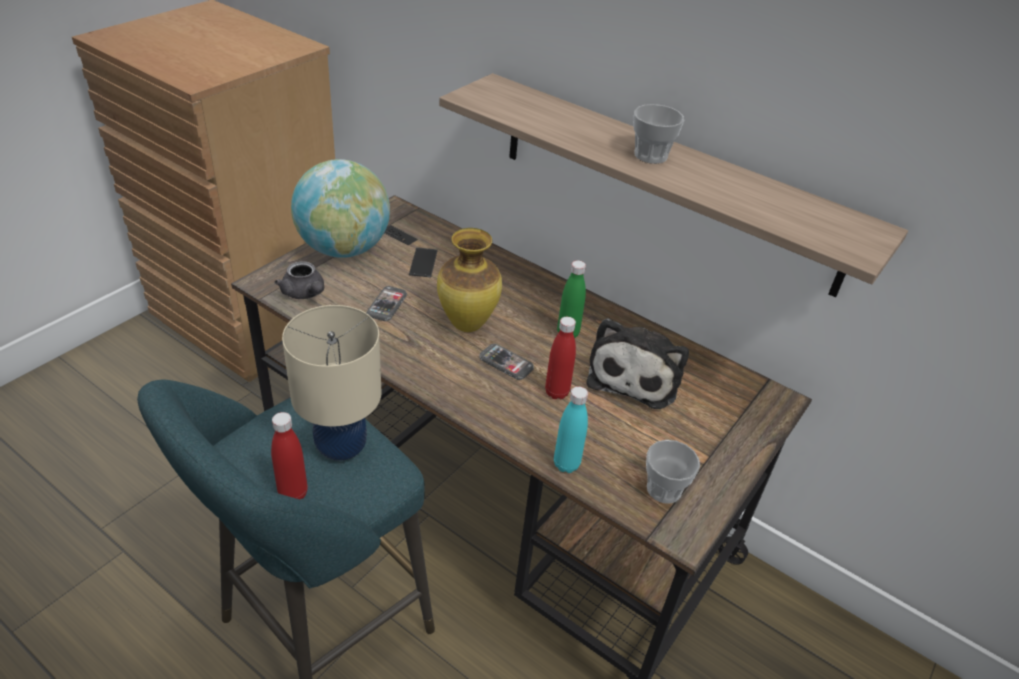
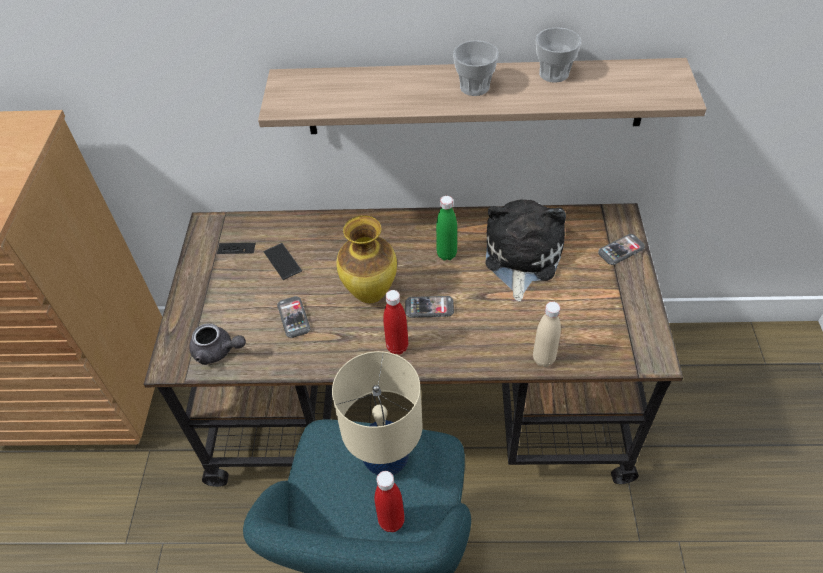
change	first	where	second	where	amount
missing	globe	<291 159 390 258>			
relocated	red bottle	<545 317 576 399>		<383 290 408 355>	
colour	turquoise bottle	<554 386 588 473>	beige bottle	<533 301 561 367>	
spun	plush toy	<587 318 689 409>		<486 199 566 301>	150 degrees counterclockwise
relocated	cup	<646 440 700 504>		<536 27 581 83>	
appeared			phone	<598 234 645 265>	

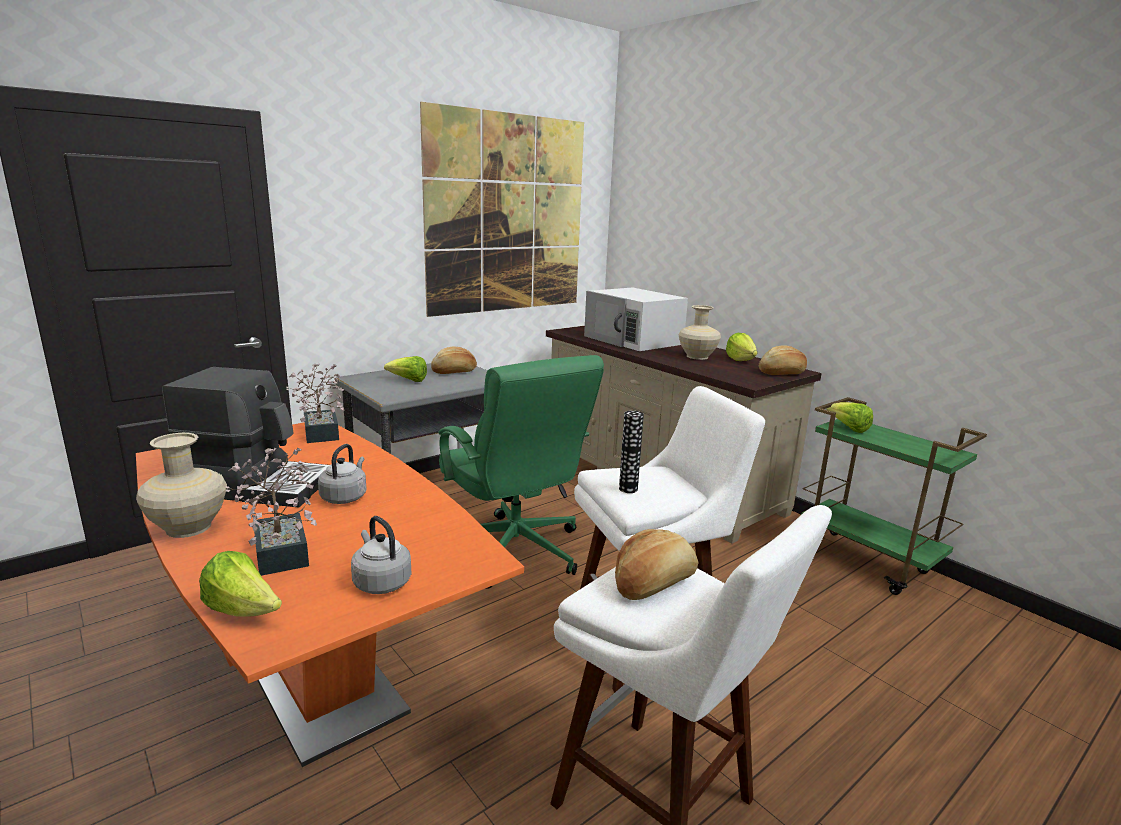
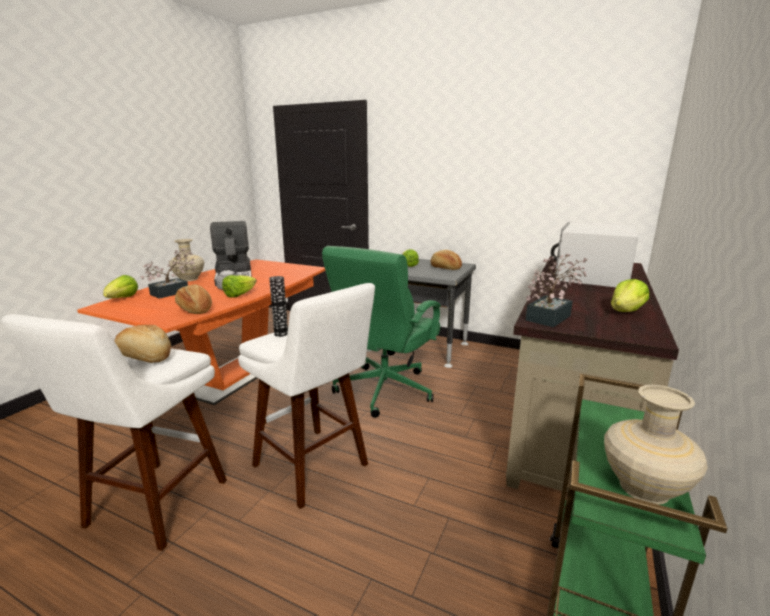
change	first	where	second	where	amount
relocated	potted plant	<286 363 344 443>		<526 253 587 327>	
missing	grey kettle	<351 516 411 594>			
missing	picture	<420 102 584 317>			
relocated	beige vase	<679 305 721 360>		<604 385 708 505>	
relocated	bread	<759 345 807 375>		<175 284 212 314>	
relocated	lettuce	<826 402 873 433>		<222 275 257 298>	

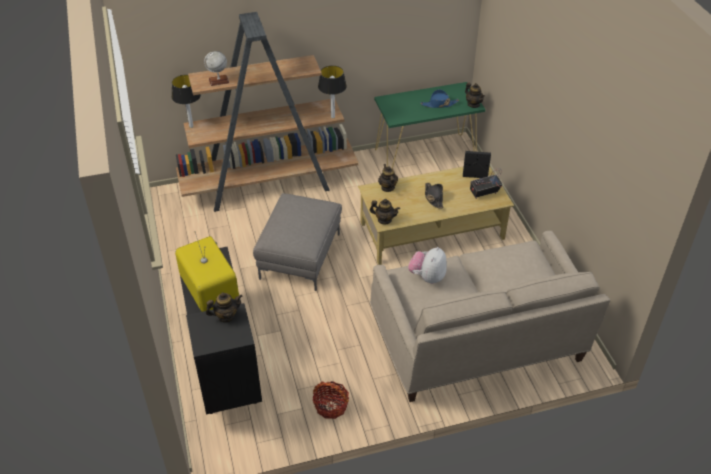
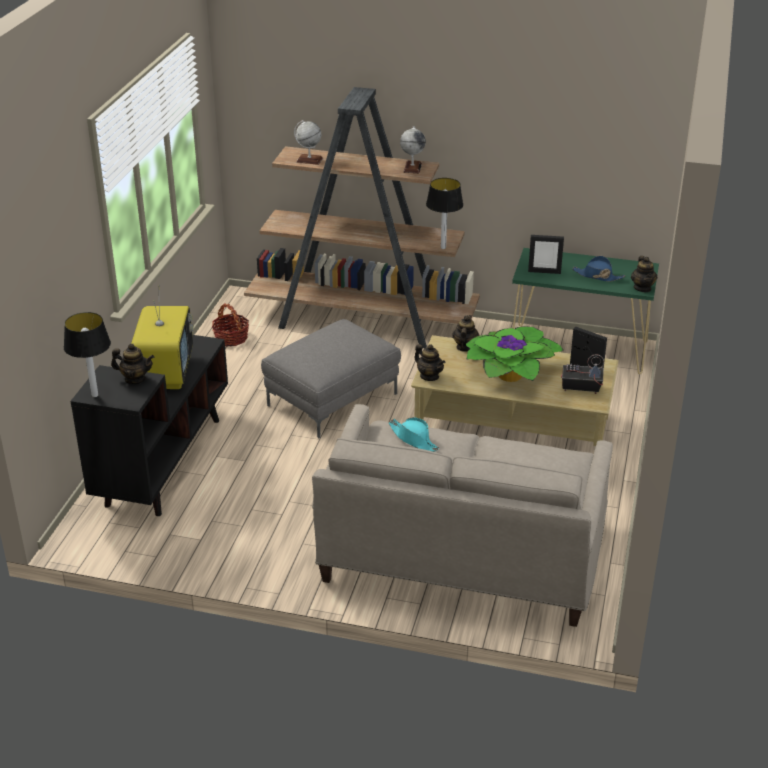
change	first	where	second	where	amount
relocated	table lamp	<172 75 201 128>		<64 312 111 397>	
relocated	basket	<313 381 349 419>		<212 303 249 346>	
exchanged	plush toy	<408 247 447 284>	turquoise hat	<389 417 439 452>	
exchanged	black hat	<425 183 444 209>	potted plant	<466 326 563 382>	
appeared			globe	<400 126 426 173>	
appeared			picture frame	<528 235 564 274>	

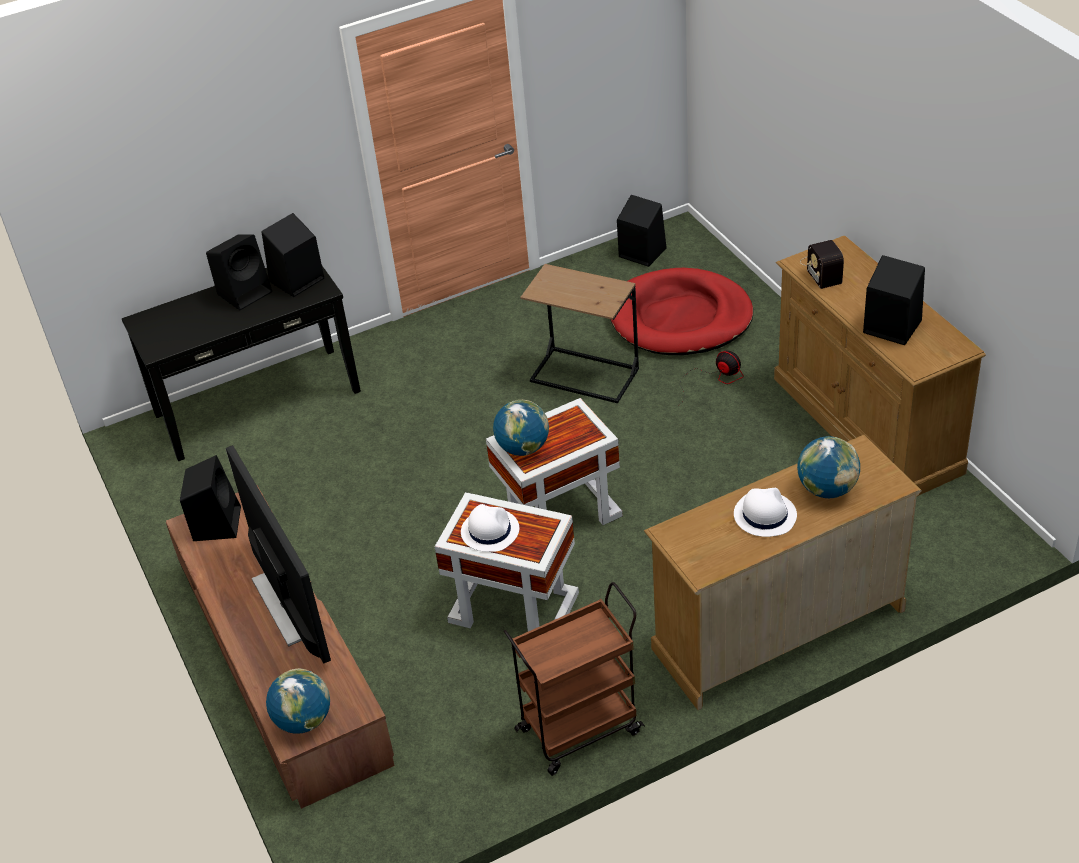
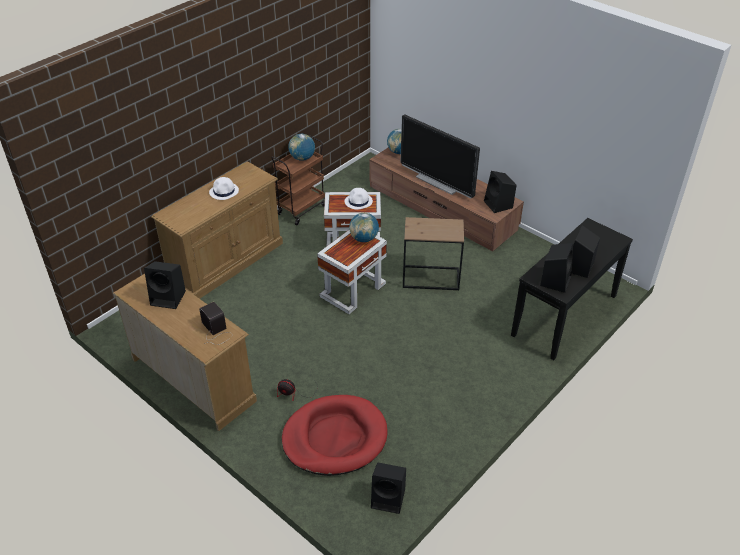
change	first	where	second	where	amount
relocated	brown side table	<520 264 639 403>		<403 217 464 290>	
relocated	globe	<797 436 860 498>		<288 134 315 161>	

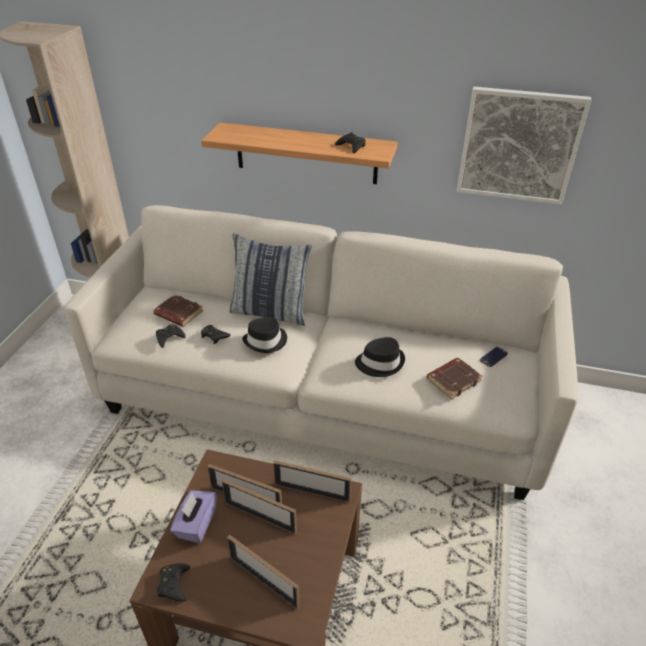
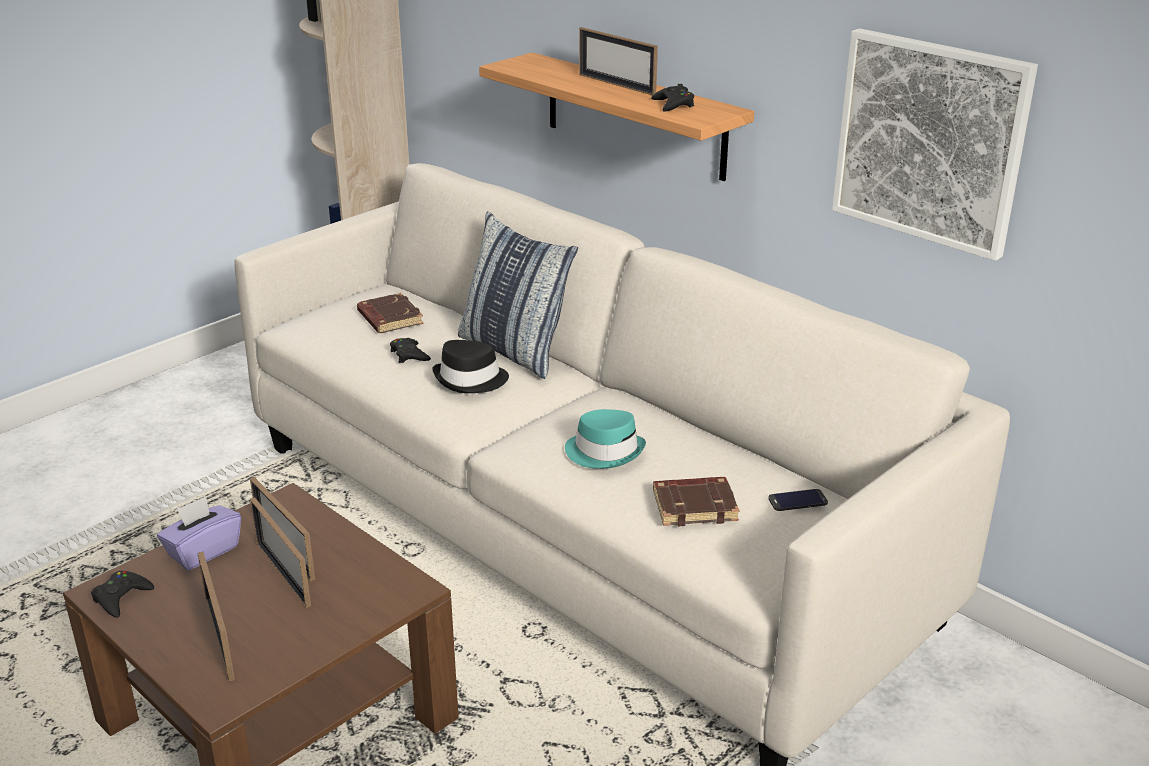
change	first	where	second	where	amount
missing	black game controller	<156 324 186 348>			
relocated	picture frame	<273 460 351 503>		<579 27 658 95>	
colour	black hat	<355 337 405 377>	turquoise hat	<565 409 646 469>	

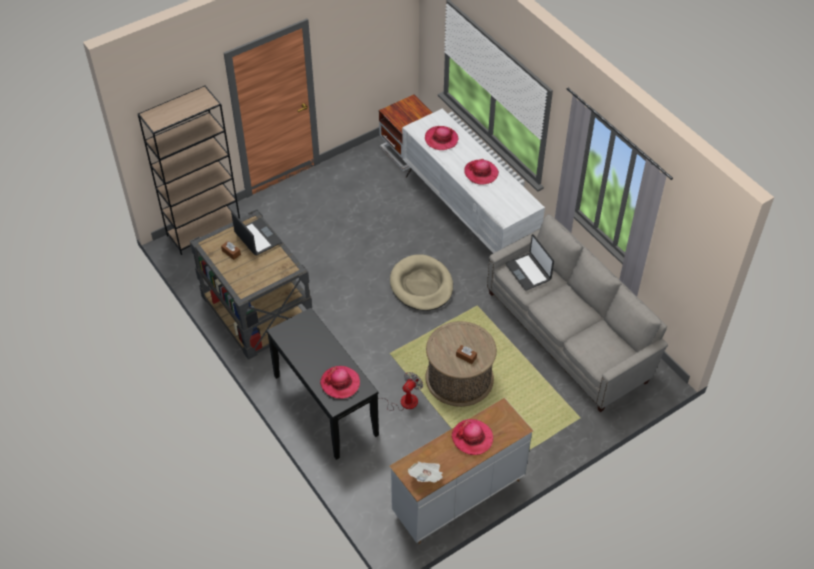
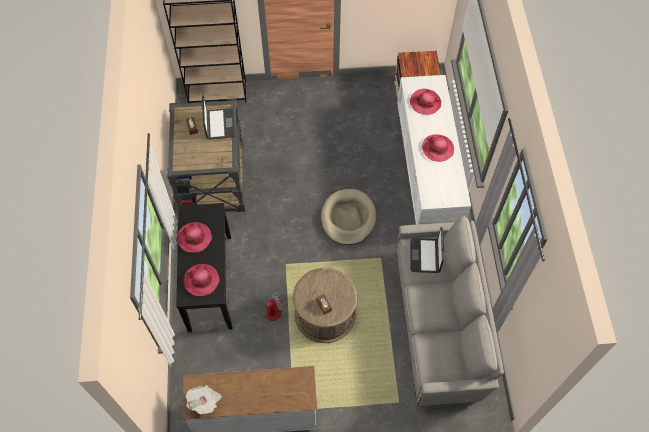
change	first	where	second	where	amount
relocated	hat	<451 419 493 455>		<177 222 212 253>	

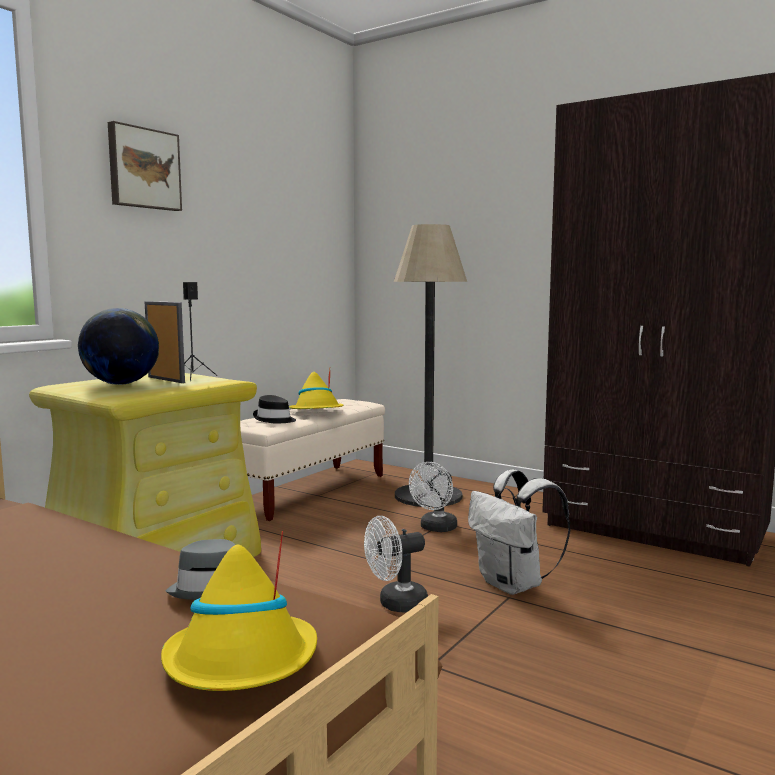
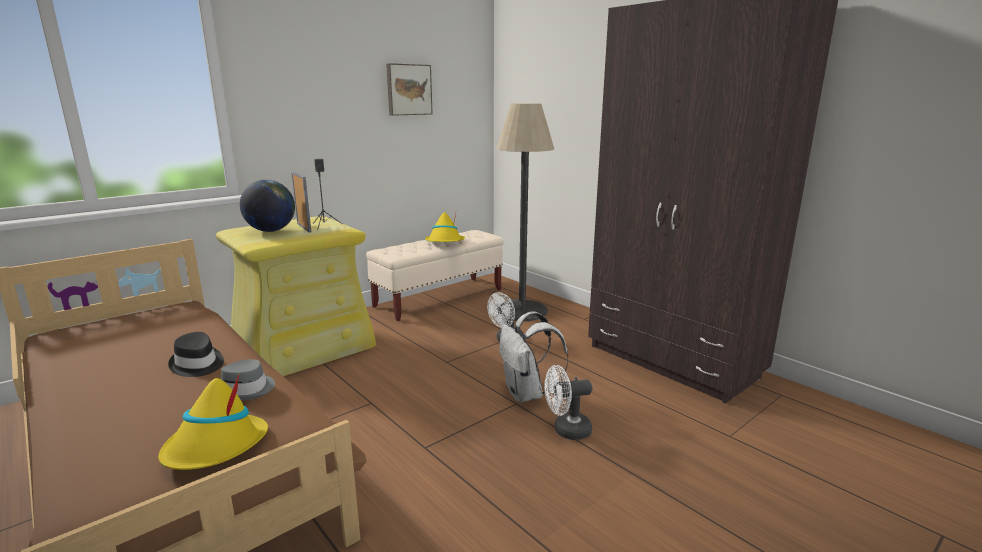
change	first	where	second	where	amount
relocated	picture	<108 121 182 211>		<386 63 433 116>	
relocated	black hat	<253 395 296 423>		<168 332 224 377>	
relocated	white fan	<364 516 428 612>		<544 365 592 440>	

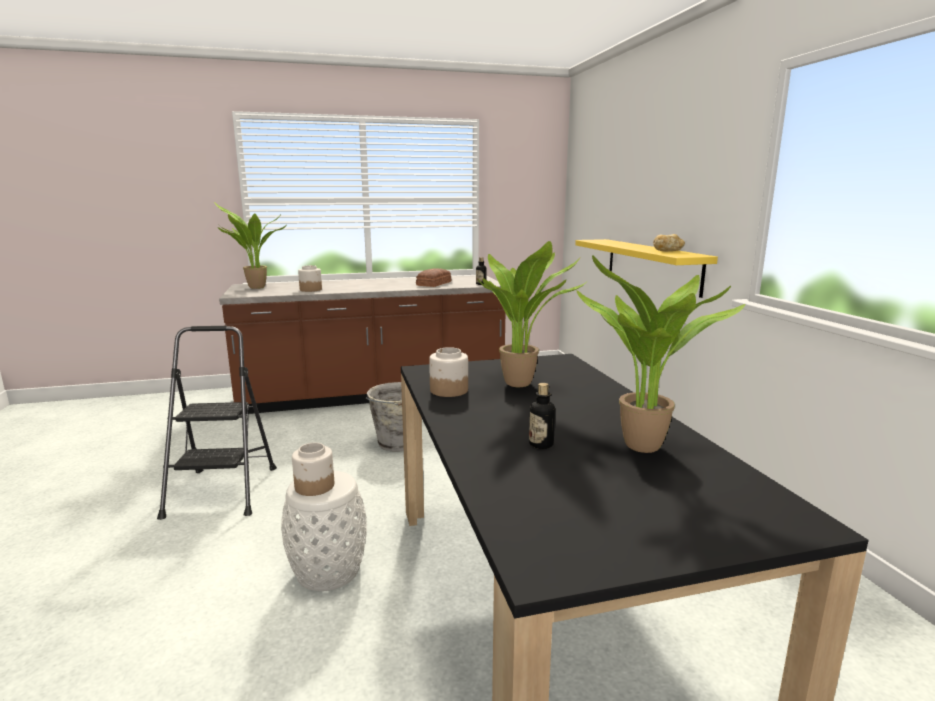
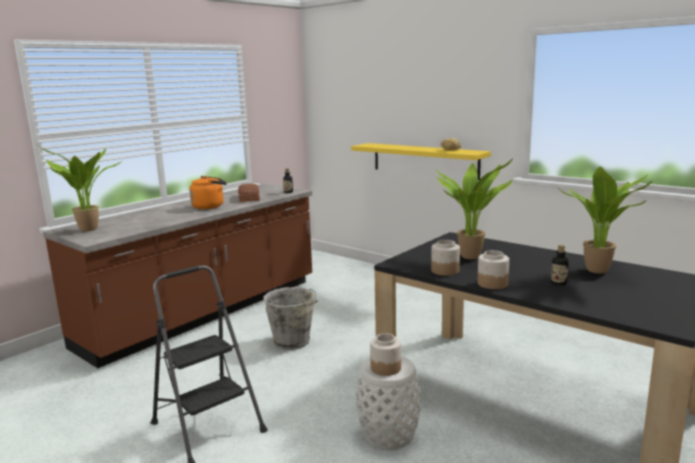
change	first	where	second	where	amount
relocated	jar	<298 265 322 292>		<478 250 509 289>	
appeared			orange kettle	<190 176 227 209>	

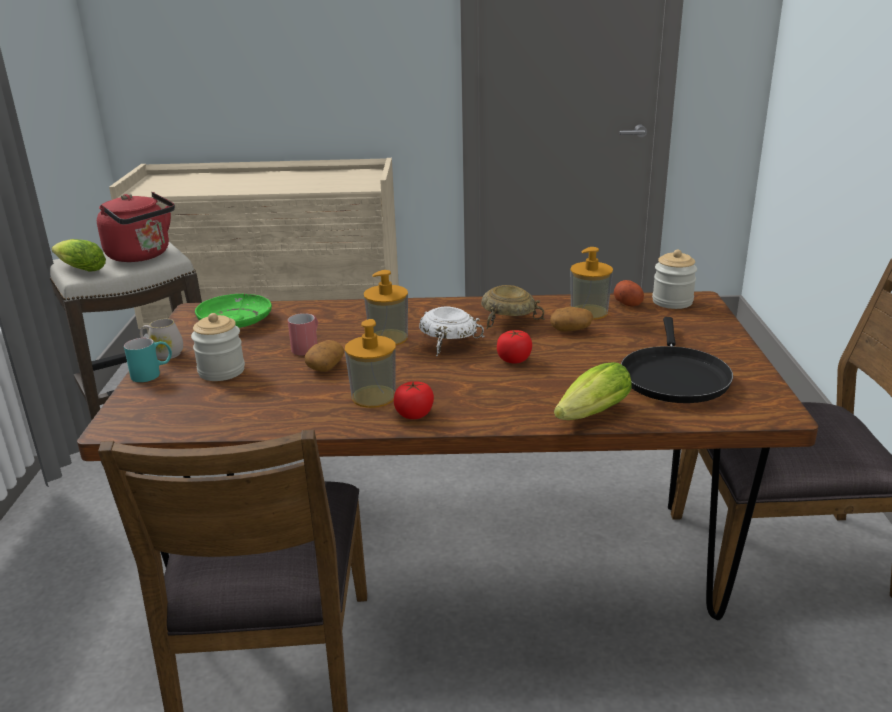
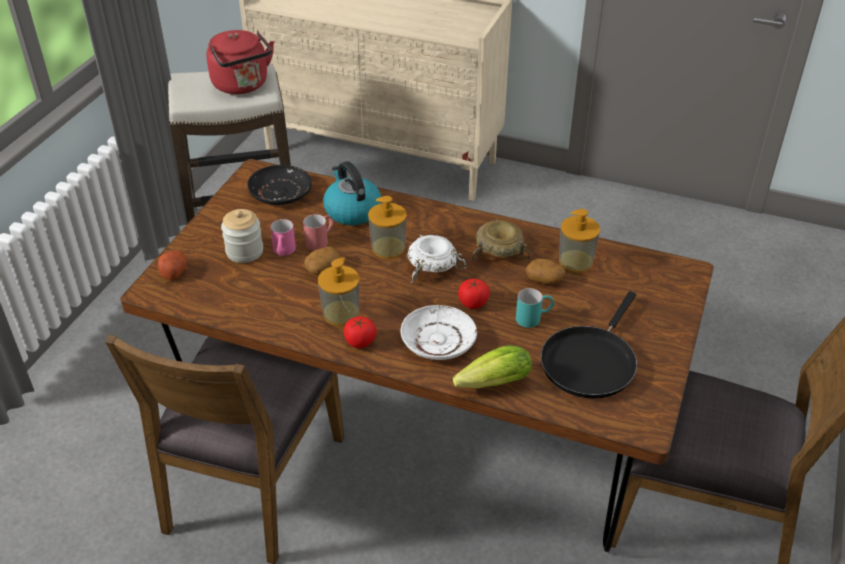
change	first	where	second	where	amount
missing	lettuce	<52 239 106 272>			
relocated	turquoise mug	<124 338 172 382>		<516 288 554 328>	
missing	white mug	<140 318 183 360>			
colour	green plate	<195 294 272 328>	black plate	<248 165 312 205>	
relocated	potato	<614 280 644 307>		<158 250 187 280>	
missing	jar	<652 250 697 309>			
appeared			pink mug	<270 219 296 256>	
appeared			kettle	<323 161 382 225>	
appeared			white plate	<400 305 477 360>	

